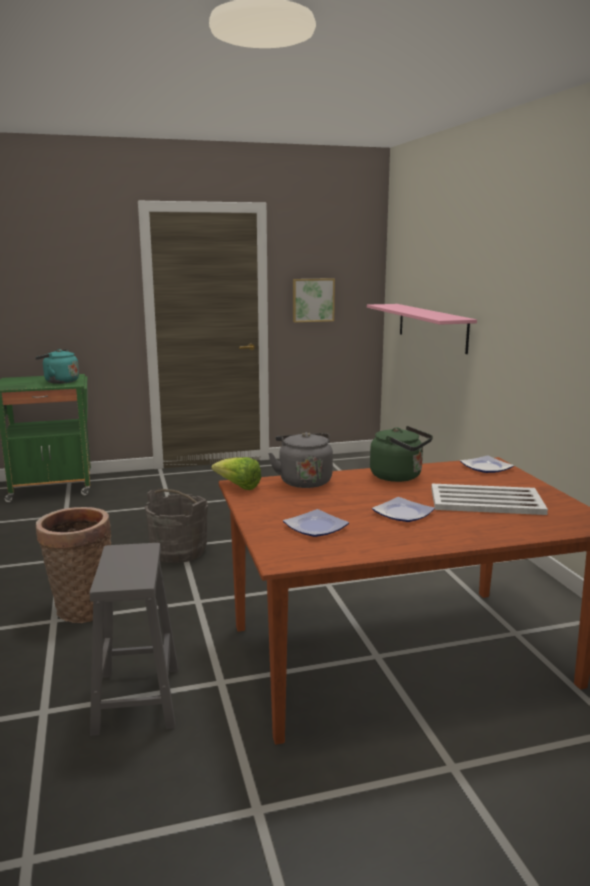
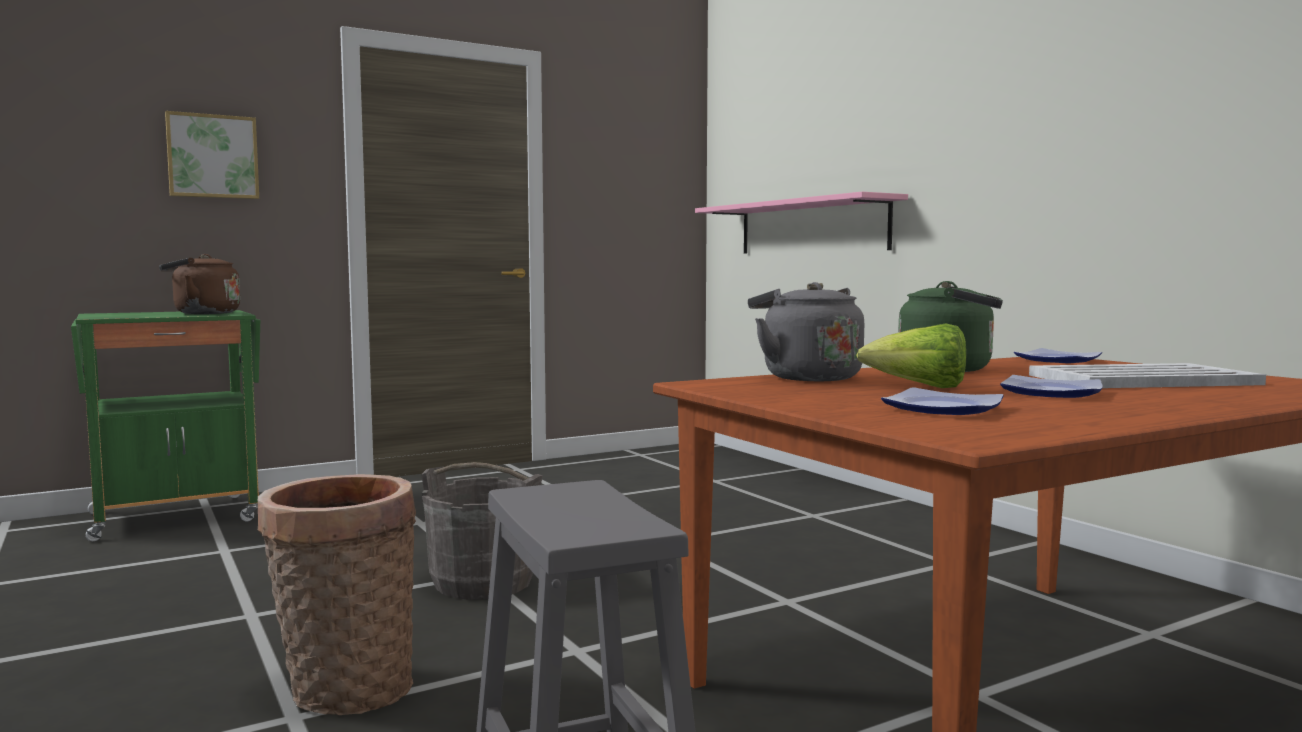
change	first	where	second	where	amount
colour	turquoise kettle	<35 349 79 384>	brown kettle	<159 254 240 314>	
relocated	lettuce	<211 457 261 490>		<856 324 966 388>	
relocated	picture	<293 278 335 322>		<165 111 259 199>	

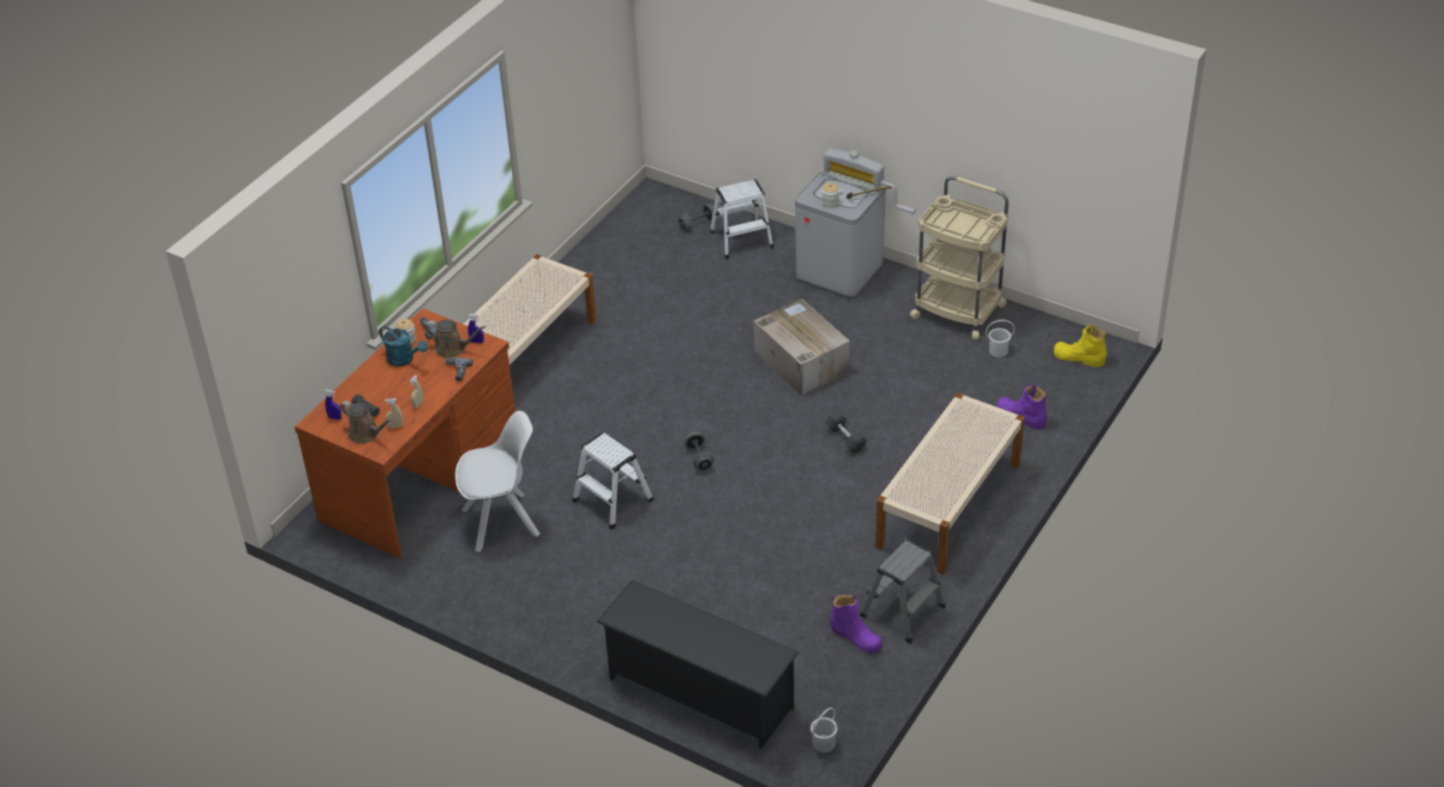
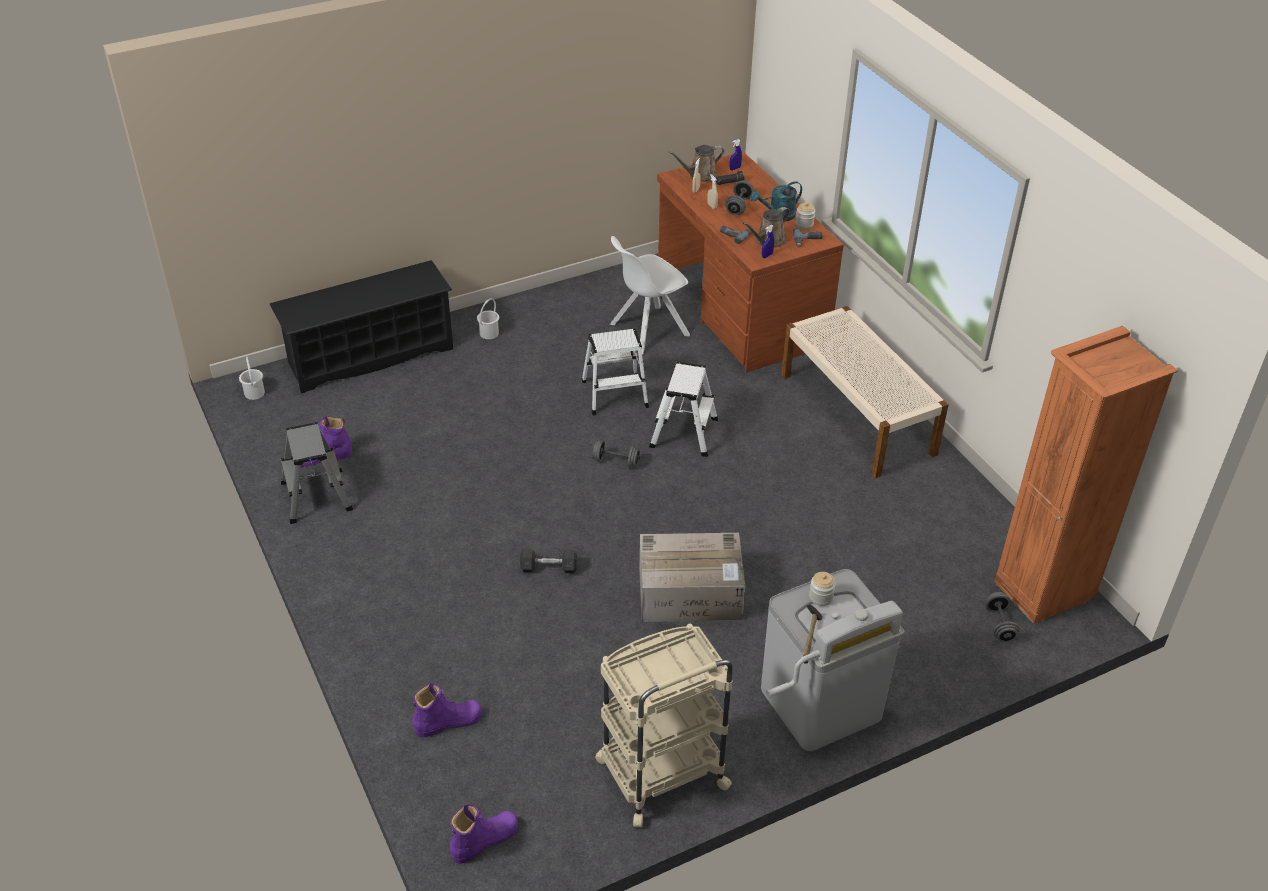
change	first	where	second	where	amount
spun	white chair	<455 411 540 552>		<610 236 690 354>	45 degrees clockwise
relocated	white step ladder	<710 179 774 260>		<649 362 718 457>	
missing	beige bench	<875 393 1025 575>			
relocated	white bucket	<986 320 1015 357>		<477 298 499 339>	
colour	yellow boot	<1054 325 1107 367>	purple boot	<450 804 518 864>	
appeared			grey dumbbell	<725 180 754 215>	
appeared			orange cabinet	<995 326 1178 624>	

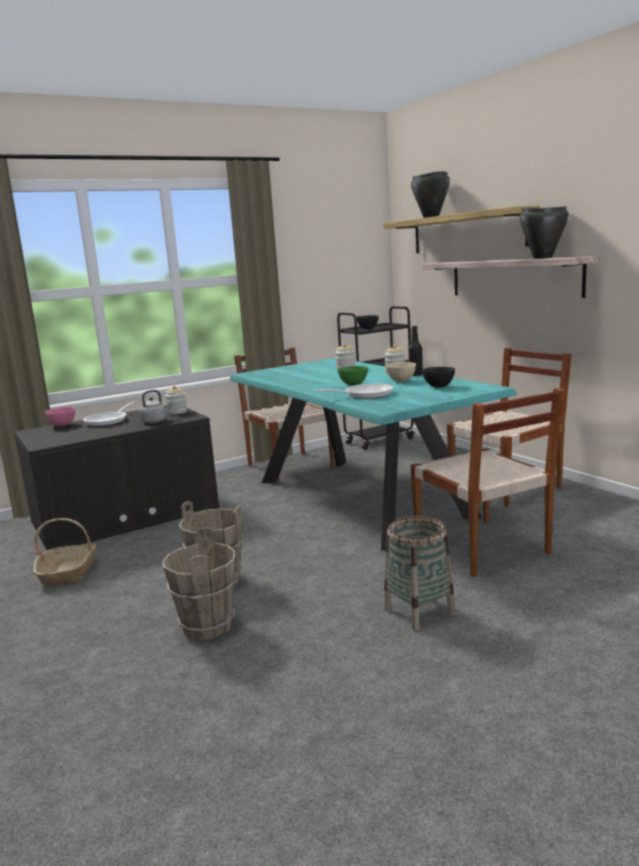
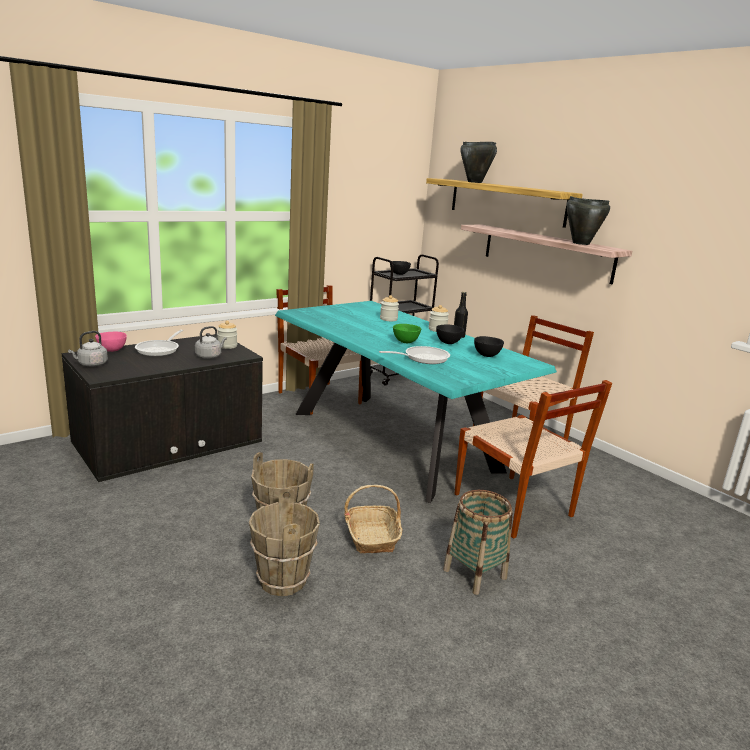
change	first	where	second	where	amount
relocated	basket	<33 518 96 586>		<344 485 402 553>	
colour	beige bowl	<385 362 416 382>	black bowl	<436 324 464 344>	
appeared			grey kettle	<68 331 108 366>	

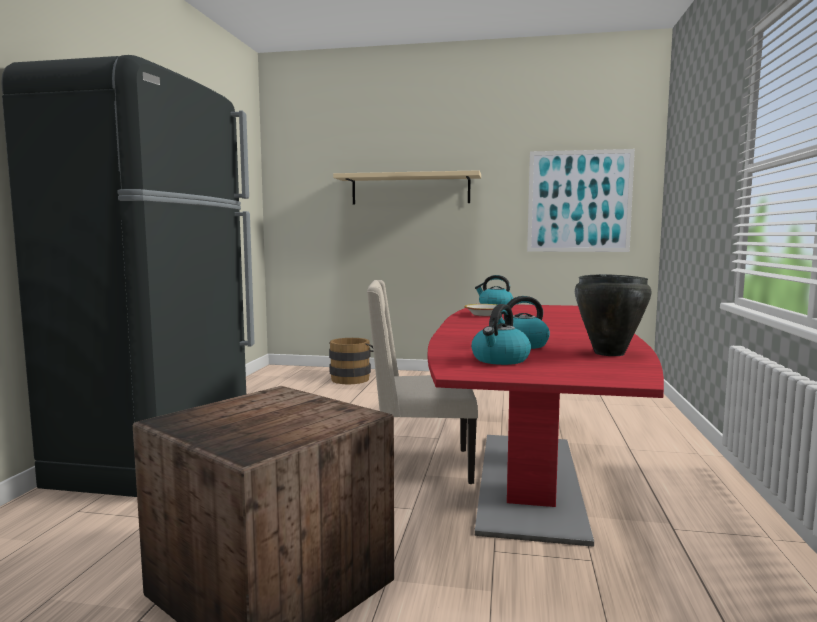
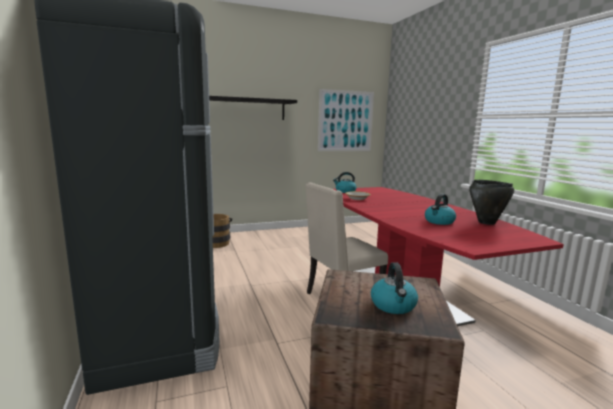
change	first	where	second	where	amount
colour	beige shelf	<333 170 481 204>	black shelf	<209 96 297 120>	
relocated	kettle	<471 304 531 365>		<371 262 418 314>	

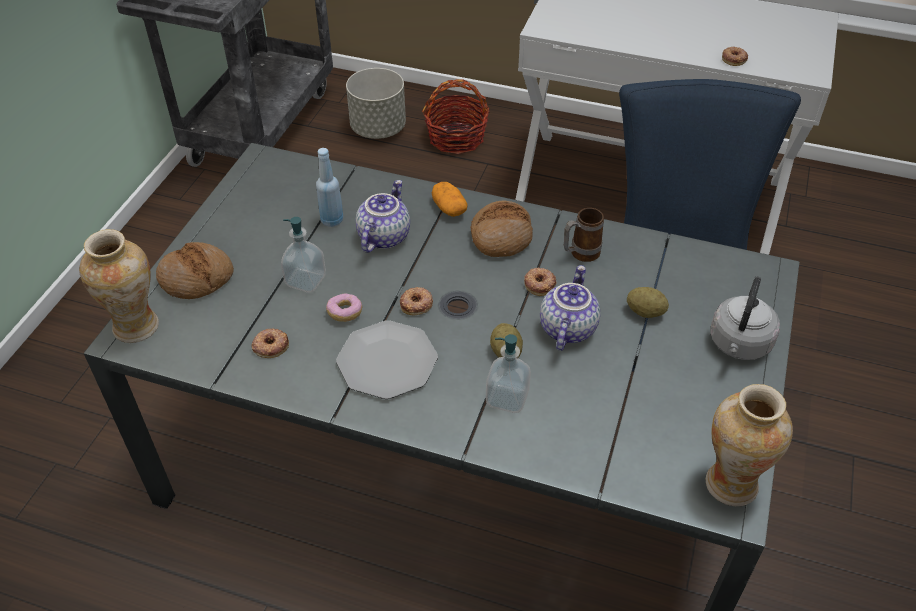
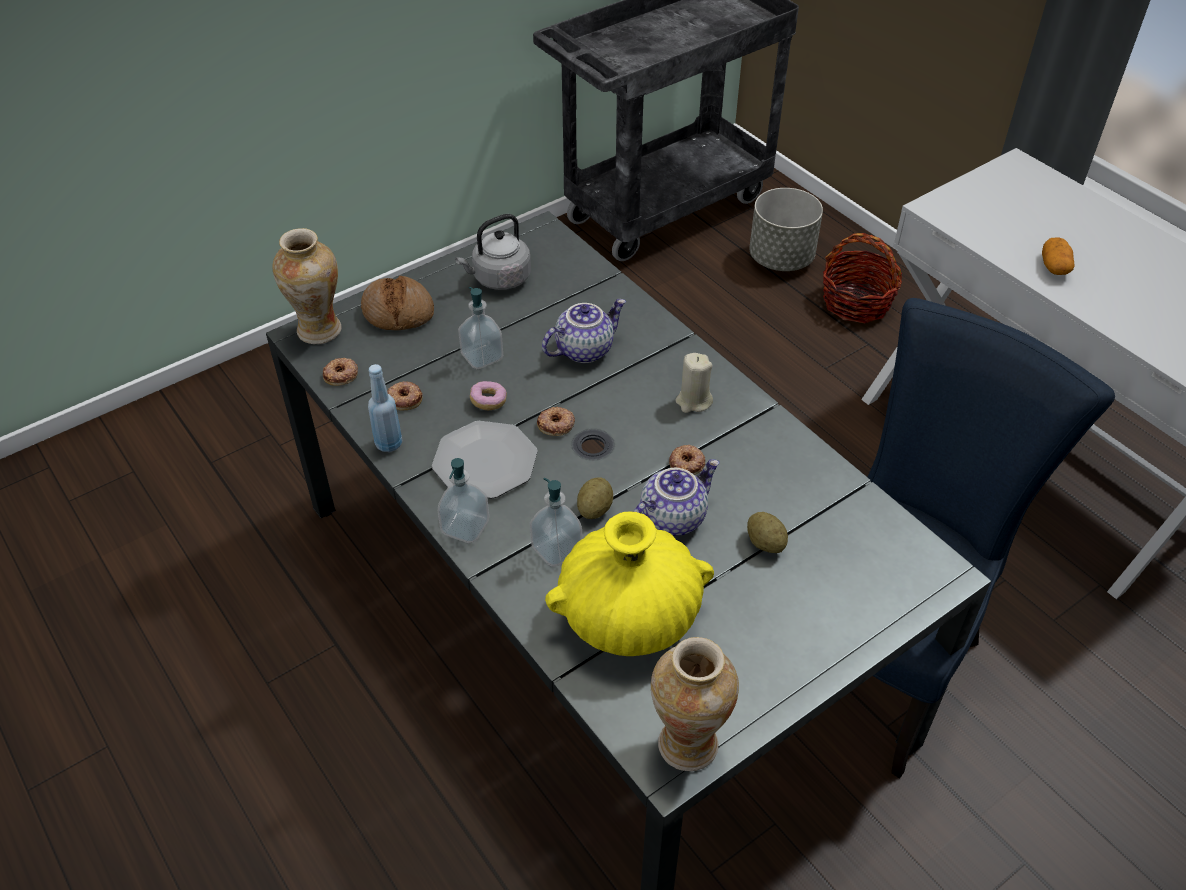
change	first	where	second	where	amount
relocated	blue bottle	<316 148 343 227>		<368 364 403 452>	
relocated	potato	<432 182 467 217>		<1042 237 1074 275>	
exchanged	bread	<470 201 533 257>	beige candle	<675 353 713 413>	
missing	mug	<564 208 604 262>			
relocated	grey kettle	<710 277 780 360>		<455 214 531 290>	
relocated	donut	<722 47 748 66>		<323 358 358 386>	
appeared			soap dispenser	<438 458 489 543>	
appeared			yellow vase	<545 511 714 656>	

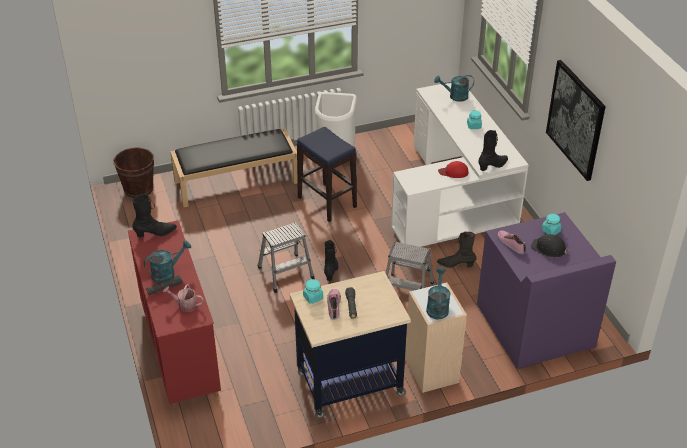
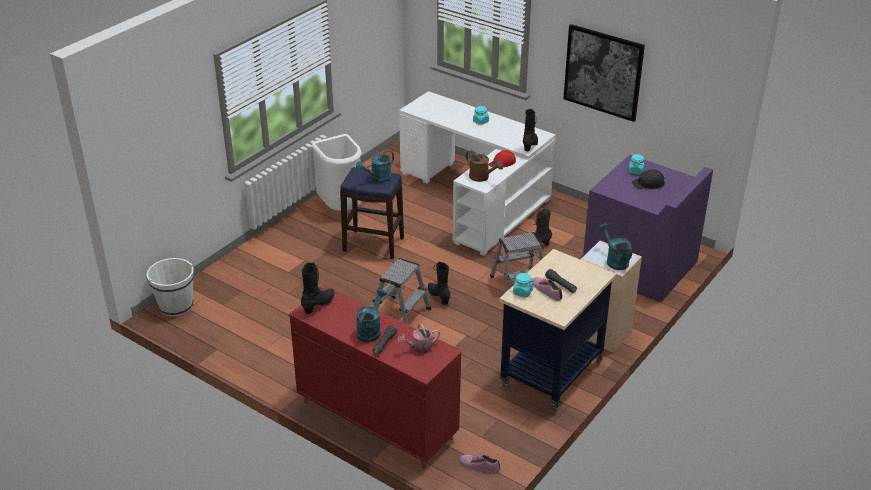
change	first	where	second	where	amount
colour	brown bucket	<113 147 154 198>	white bucket	<146 258 194 317>	
missing	black bench	<170 129 298 207>			
relocated	turquoise watering can	<434 75 474 102>		<356 150 394 183>	
relocated	shoe	<498 230 526 254>		<459 455 500 473>	
appeared			brown watering can	<466 150 504 182>	

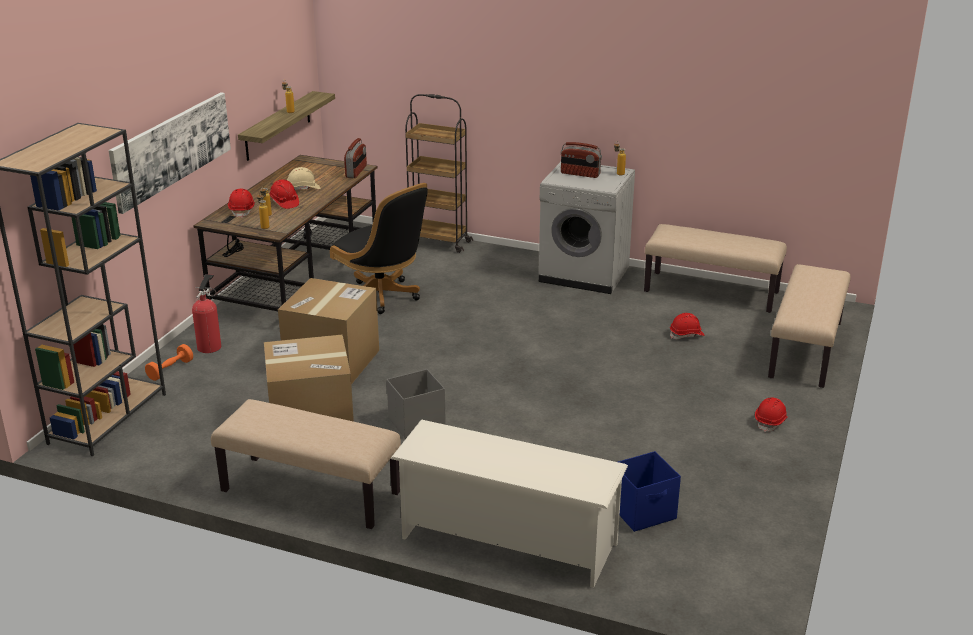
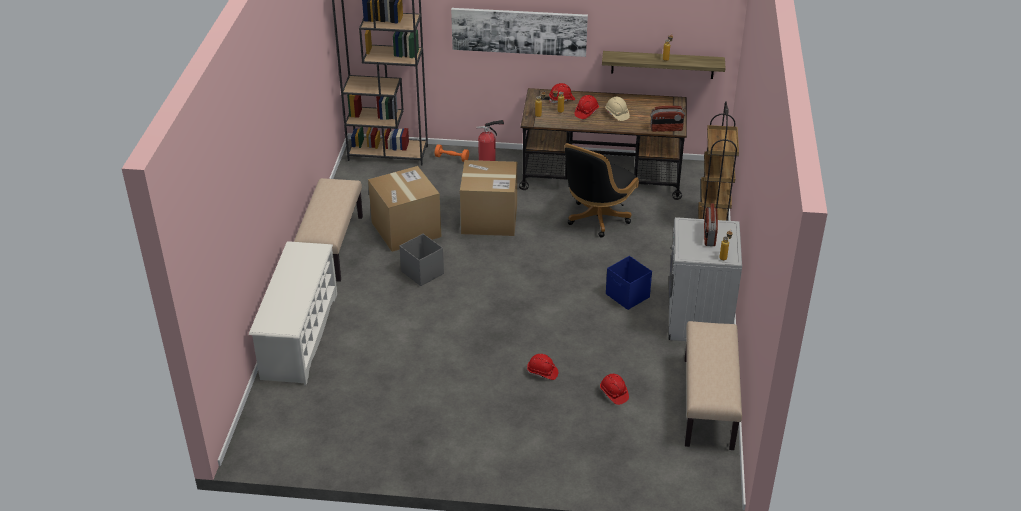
change	first	where	second	where	amount
relocated	blue storage box	<618 451 681 532>		<606 256 652 310>	
relocated	red hard hat	<755 397 788 432>		<527 354 558 380>	
missing	beige bench	<768 264 851 388>			

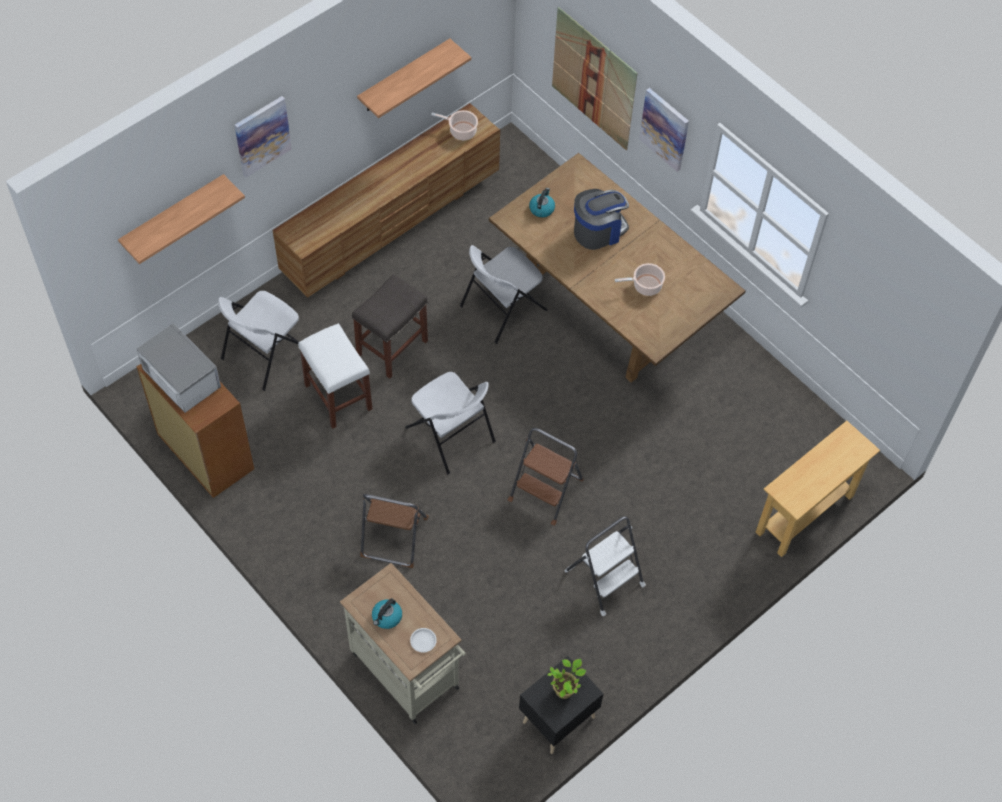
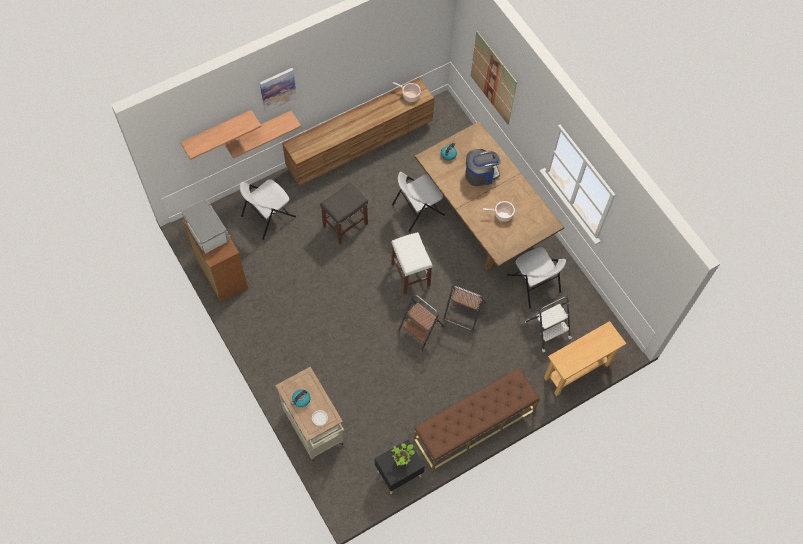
change	first	where	second	where	amount
relocated	white stool	<298 323 372 429>		<391 232 433 294>	
relocated	shelf	<357 39 471 118>		<225 111 301 159>	
relocated	brown step ladder	<360 494 429 568>		<443 285 487 332>	
relocated	white chair	<405 372 496 475>		<507 247 566 309>	
relocated	white step ladder	<564 516 646 616>		<525 296 572 352>	
missing	picture	<639 88 689 172>			
appeared			brown bench	<413 368 540 470>	

